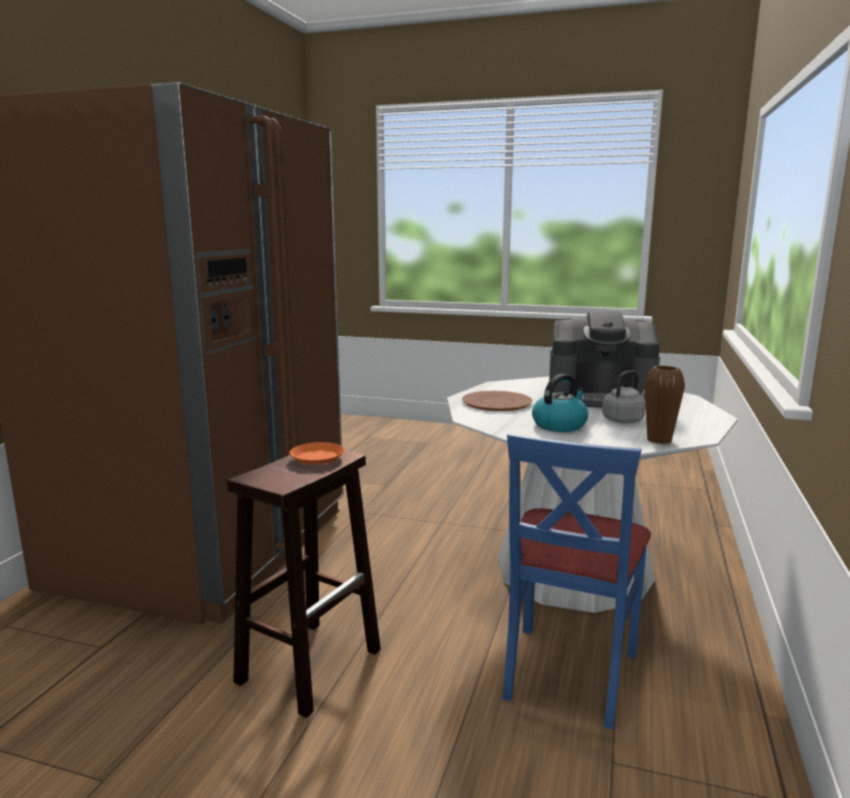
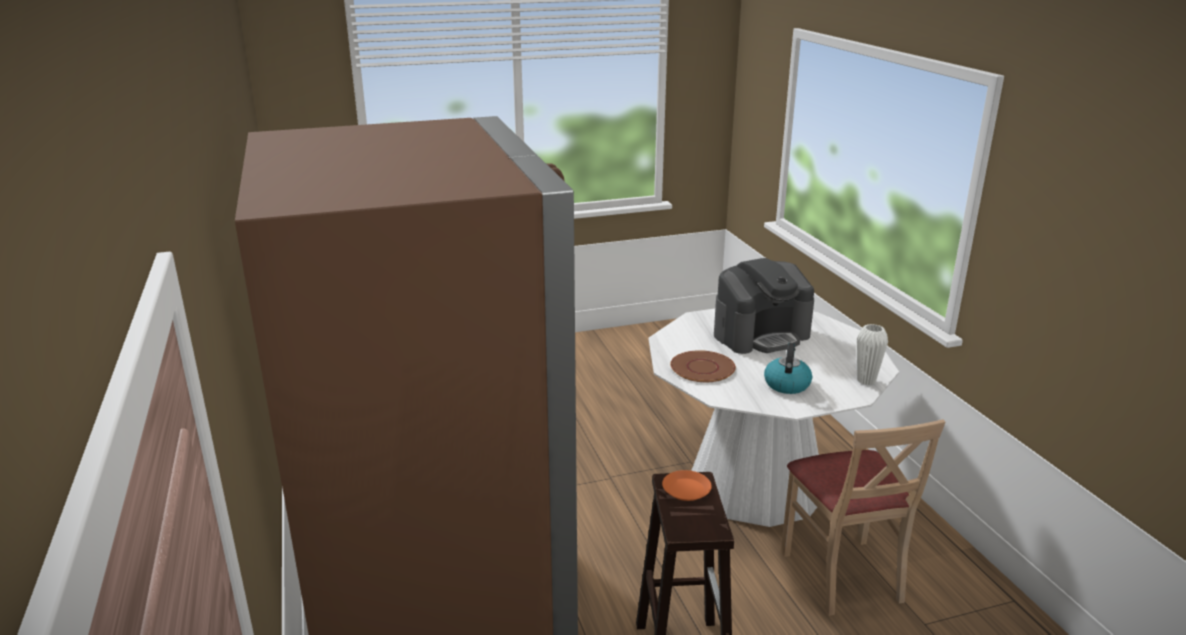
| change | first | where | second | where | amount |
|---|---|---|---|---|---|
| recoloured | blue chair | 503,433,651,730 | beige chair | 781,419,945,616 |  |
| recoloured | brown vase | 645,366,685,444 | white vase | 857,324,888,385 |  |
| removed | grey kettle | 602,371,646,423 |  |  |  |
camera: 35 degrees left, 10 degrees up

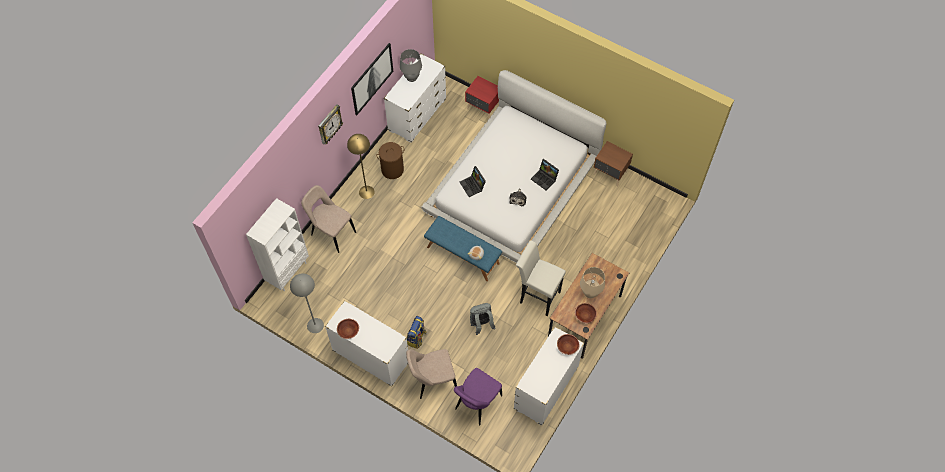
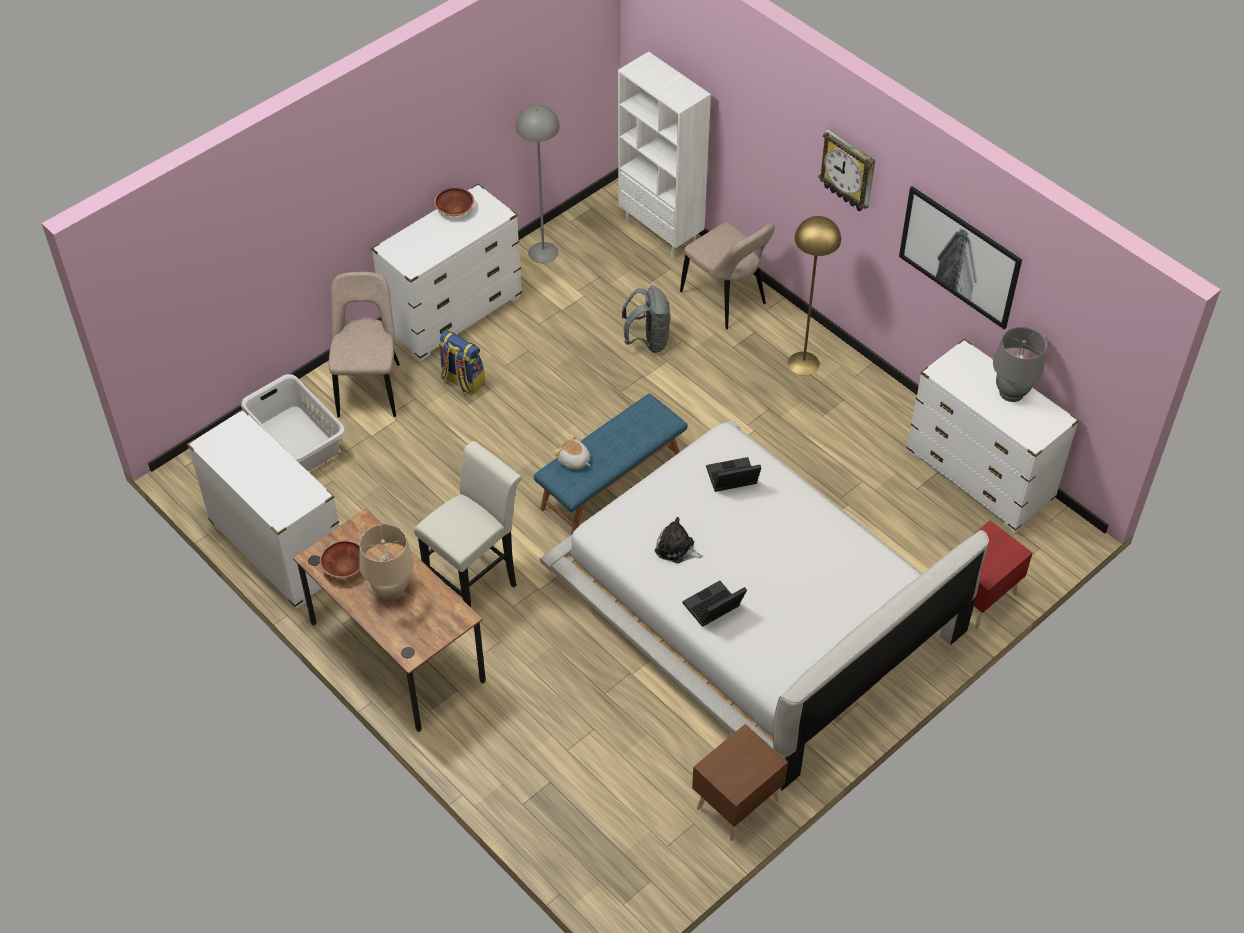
| change | first | where | second | where | amount |
|---|---|---|---|---|---|
| replaced | purple chair | 454,368,502,425 | grey laundry basket | 241,374,346,471 |  |
| moved | grey backpack | 470,303,496,335 |  | 622,286,671,353 |  |
| turned | beige chair | 301,185,356,253 |  | 680,222,775,329 | 90 degrees clockwise |
| removed | brown laundry basket | 376,142,404,179 |  |  |  |
| removed | brown bowl | 557,334,580,355 |  |  |  |
camera: 105 degrees right, 10 degrees down

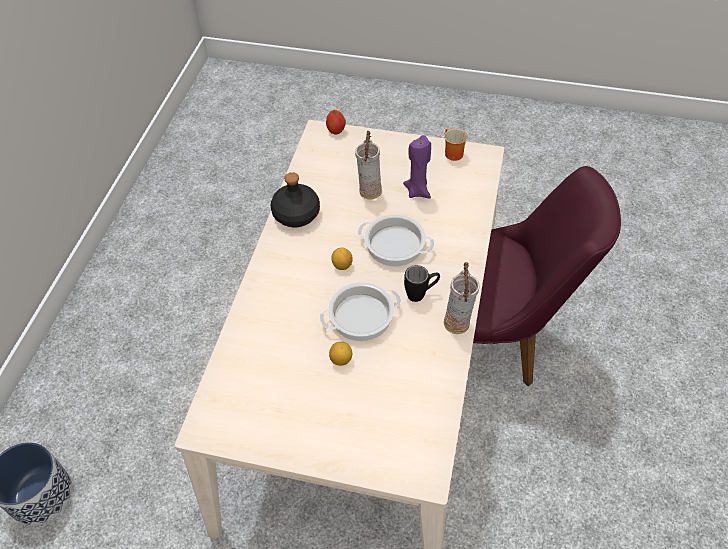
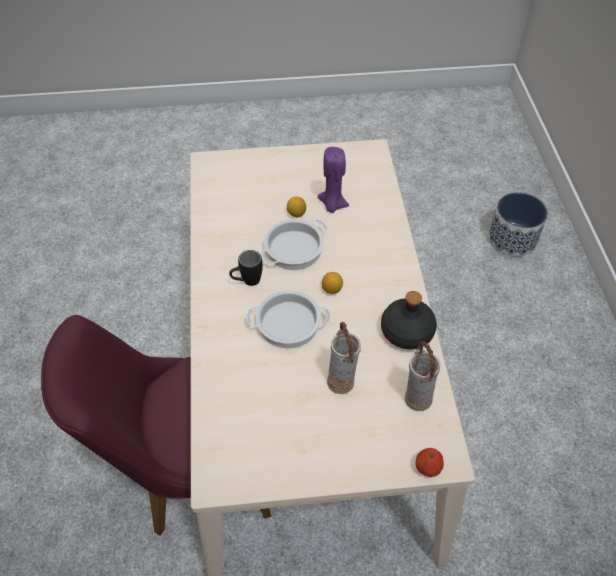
| change | first | where | second | where | amount |
|---|---|---|---|---|---|
| moved | purple candle | 403,135,431,198 |  | 318,147,349,213 |  |
| moved | vase | 444,262,480,334 |  | 405,342,440,411 |  |
| removed | mug | 444,128,468,161 |  |  |  |
camera: 160 degrees right, 0 degrees up

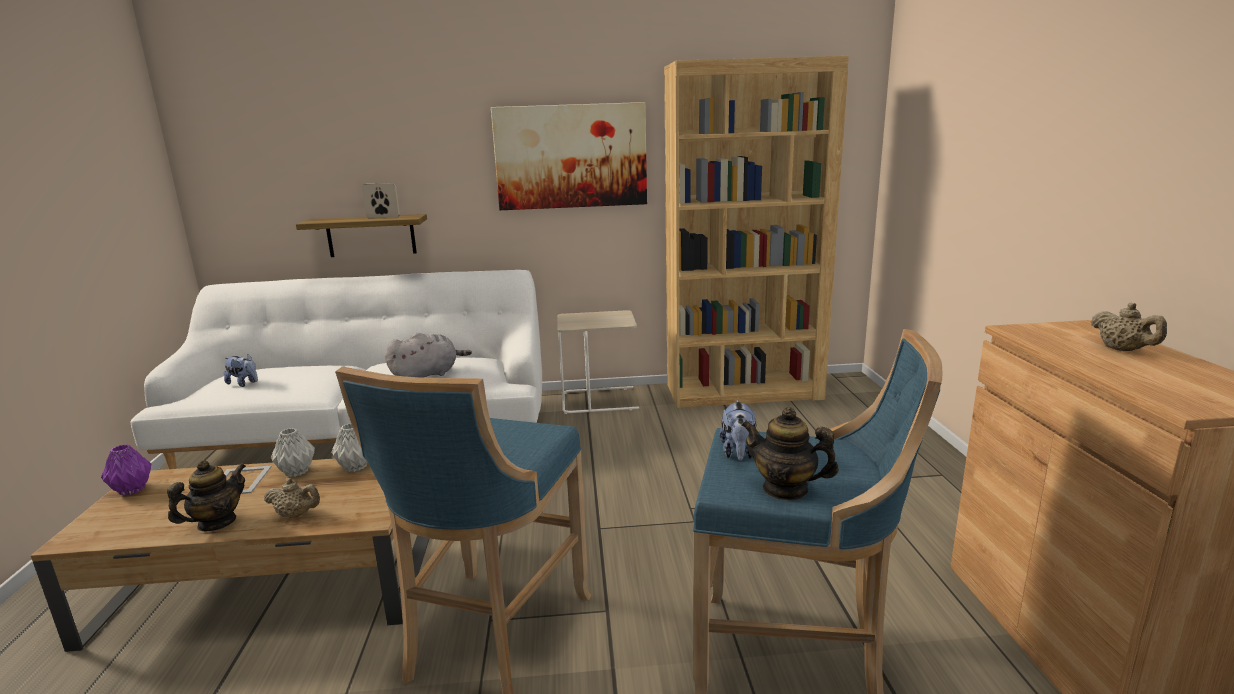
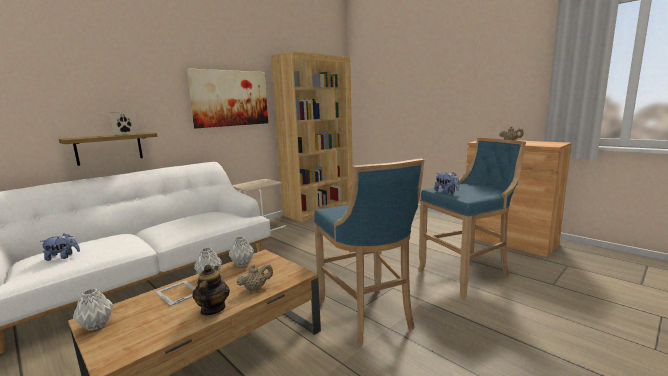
| change | first | where | second | where | amount |
|---|---|---|---|---|---|
| recoloured | purple vase | 101,444,151,495 | grey vase | 73,288,114,331 |  |
| removed | grey plush toy | 385,333,472,378 |  |  |  |
| removed | teapot | 741,407,839,501 |  |  |  |
camera: 40 degrees left, 5 degrees down

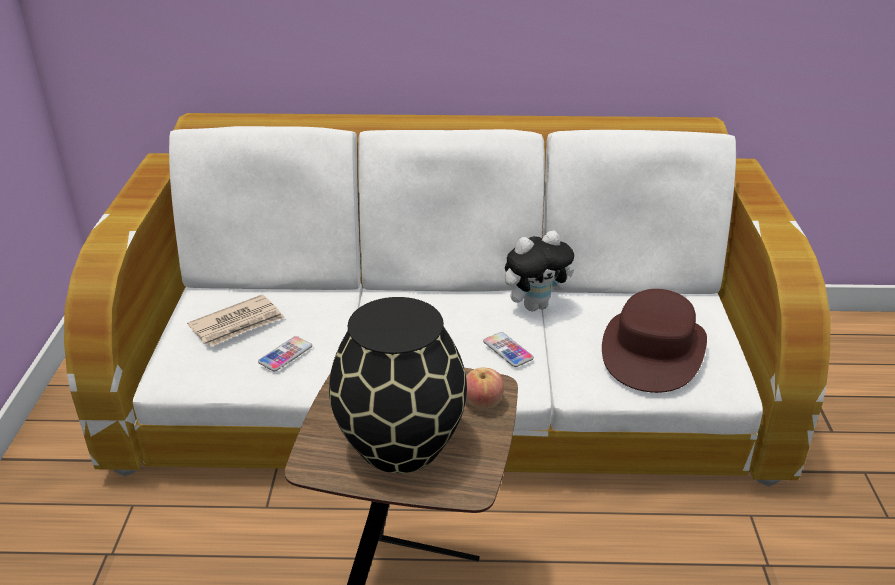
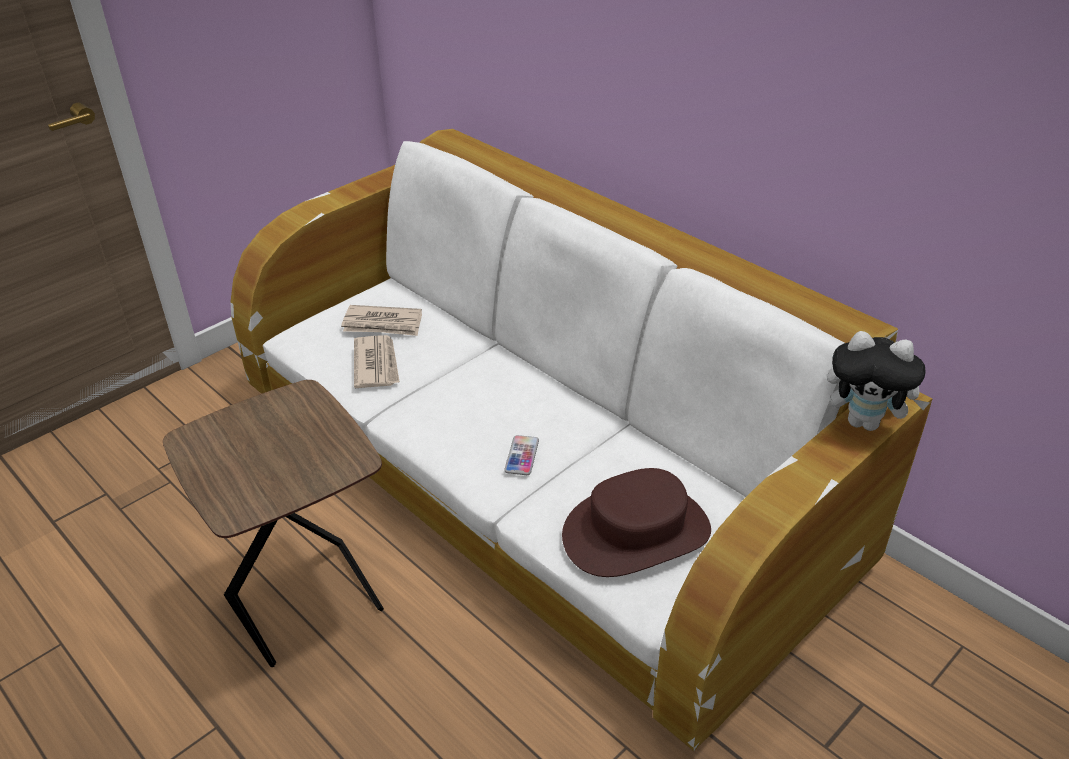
| change | first | where | second | where | amount |
|---|---|---|---|---|---|
| replaced | phone | 258,336,312,371 | newspaper | 354,335,400,388 |  |
| moved | plush toy | 505,231,575,311 |  | 827,331,930,431 |  |
| removed | black vase | 329,297,467,473 |  |  |  |
| removed | apple | 466,367,504,409 |  |  |  |
camera: 45 degrees right, 5 degrees up

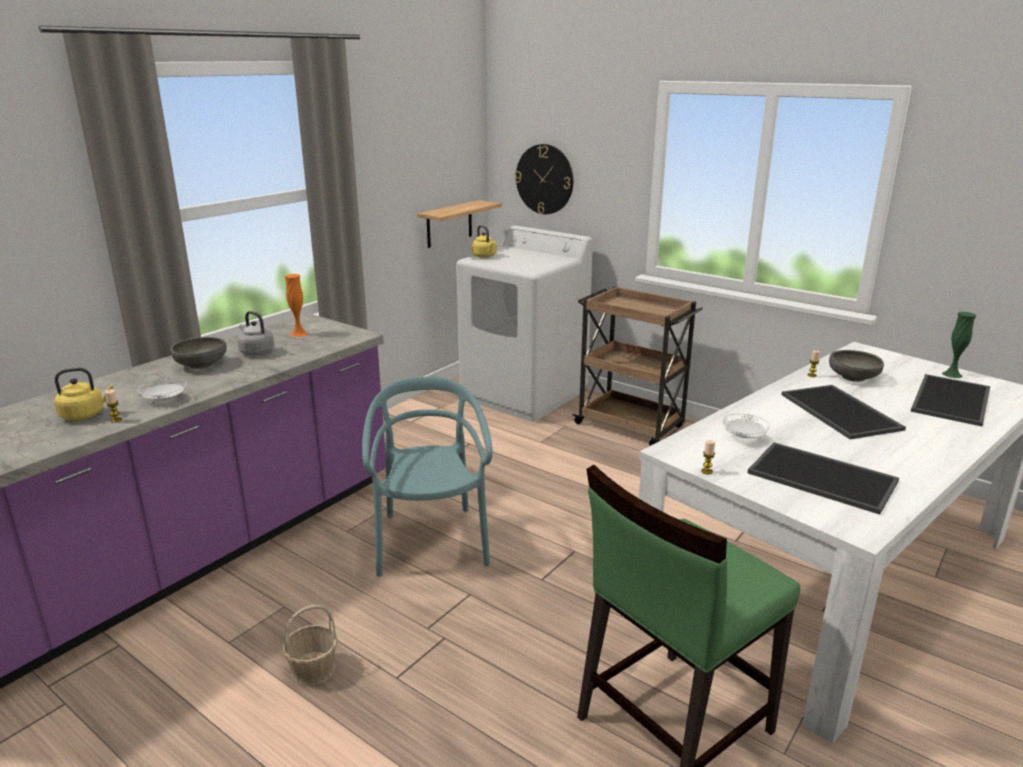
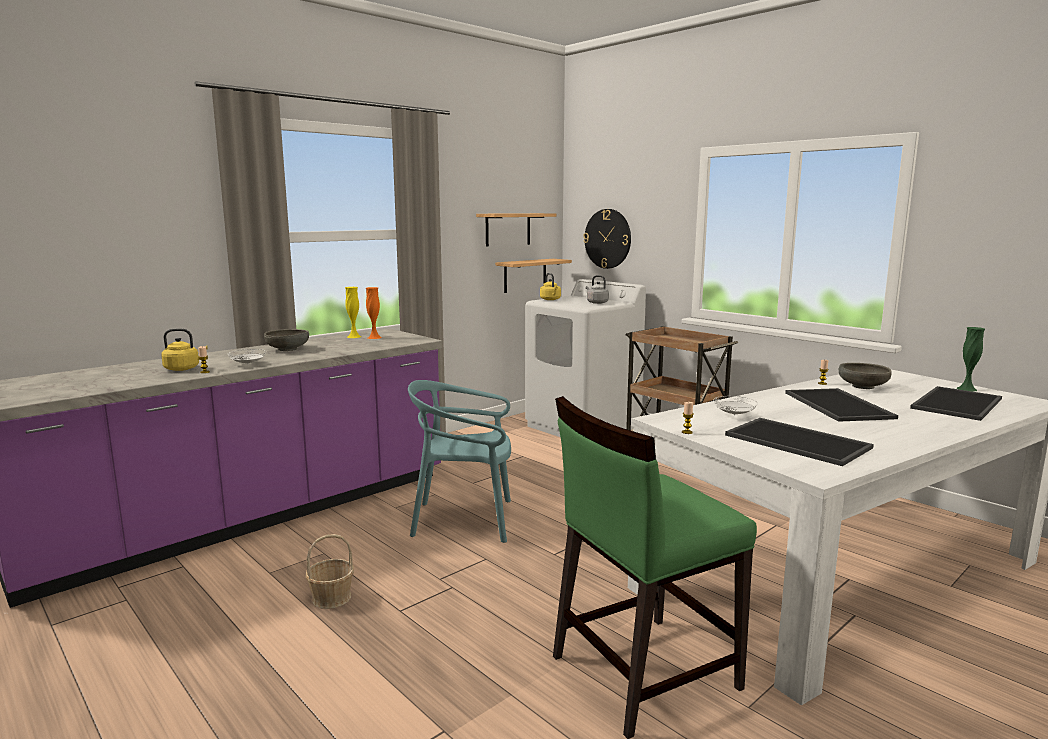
| change | first | where | second | where | amount |
|---|---|---|---|---|---|
| added |  |  | yellow vase | 345,287,361,338 |  |
| turned | turquoise chair | 362,376,493,577 |  | 408,380,511,543 | 90 degrees counterclockwise |
| added |  |  | shelf | 476,213,556,247 |  |
| moved | grey kettle | 237,311,274,356 |  | 586,275,609,304 |  |
camera: 10 degrees right, 10 degrees down

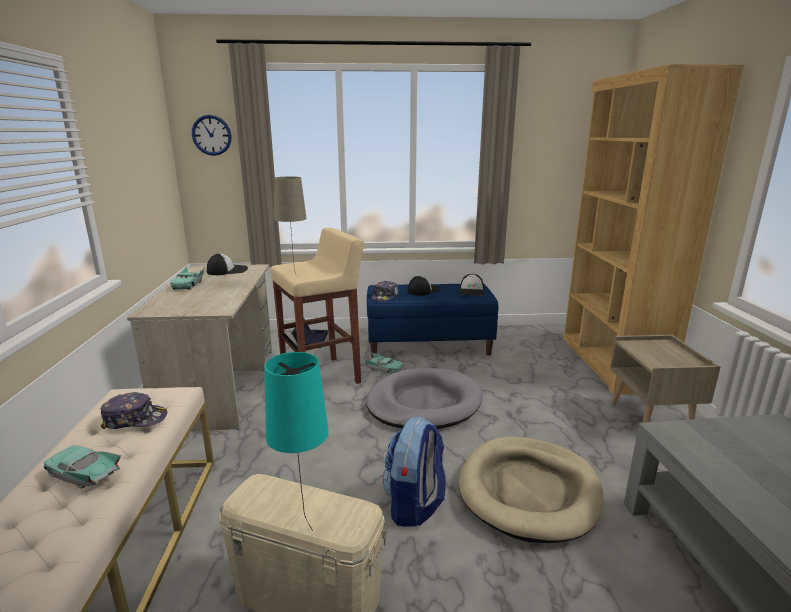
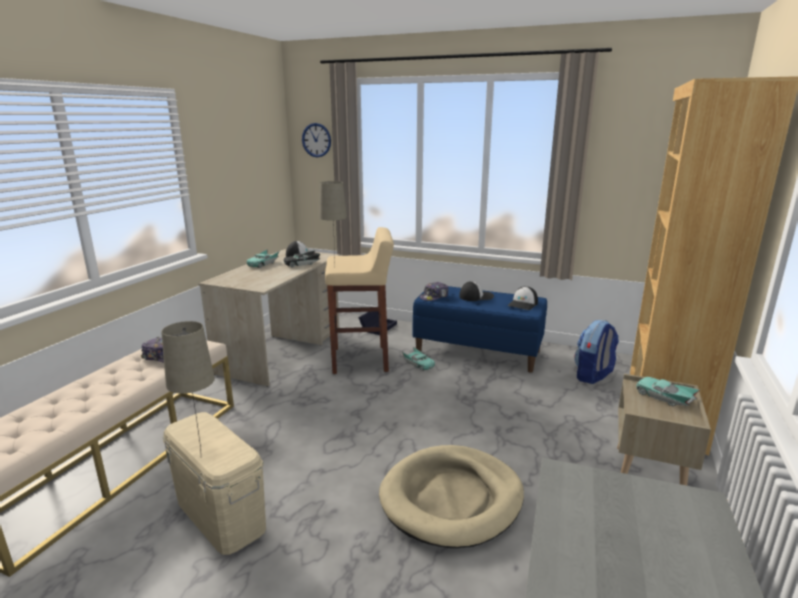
| change | first | where | second | where | amount |
|---|---|---|---|---|---|
| recoloured | turquoise table lamp | 265,352,329,531 | beige table lamp | 161,321,215,451 |  |
| added |  |  | black toy car | 284,250,320,268 |  |
| moved | backpack | 383,417,446,527 |  | 574,320,619,384 |  |
| moved | turquoise toy car | 44,445,121,488 |  | 636,377,700,406 |  |
| removed | grey dog bed | 366,368,483,429 |  |  |  |
camera: 25 degrees right, 0 degrees up

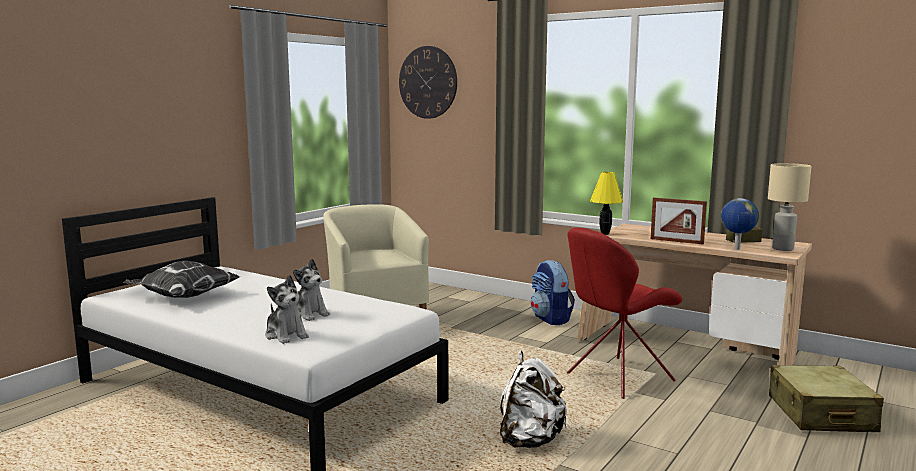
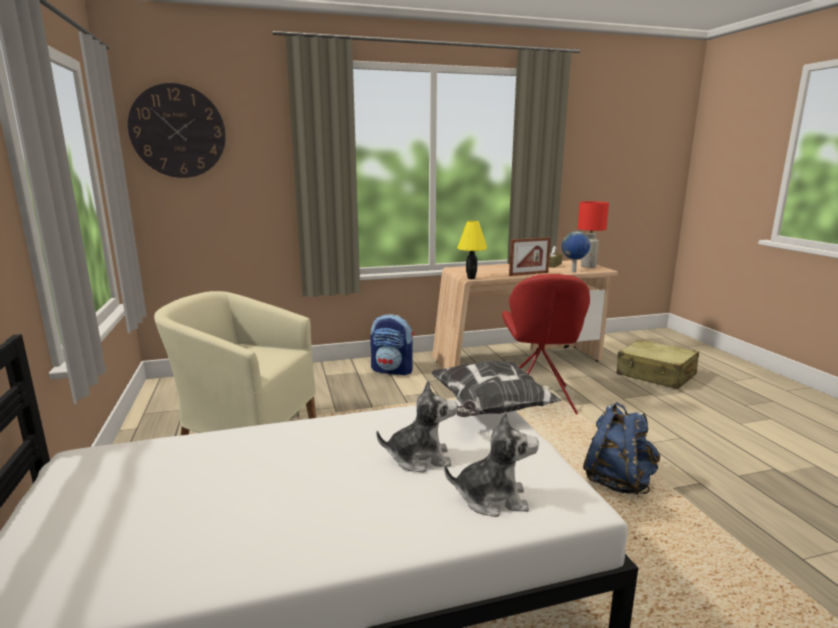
| change | first | where | second | where | amount |
|---|---|---|---|---|---|
| moved | pillow | 123,261,240,298 |  | 431,361,561,417 |  |
| recoloured | beige table lamp | 768,163,811,251 | red table lamp | 578,201,609,268 |  |
| recoloured | white backpack | 500,351,567,448 | blue backpack | 583,402,660,495 |  |
camera: 50 degrees left, 5 degrees up

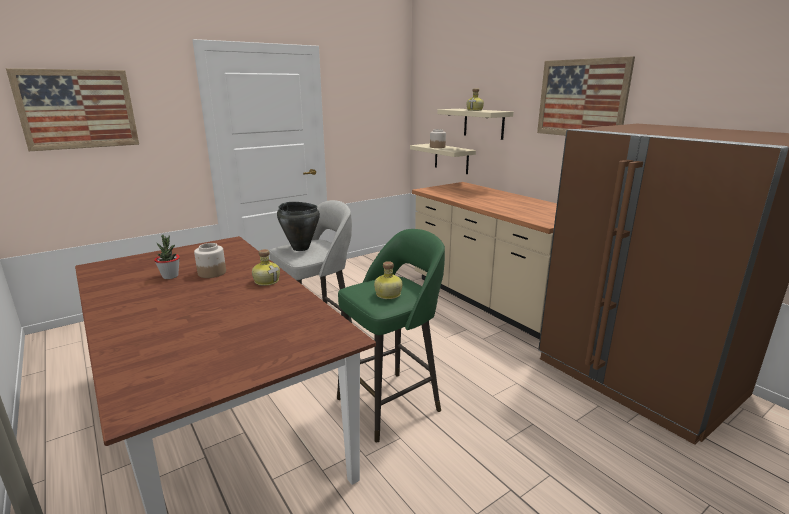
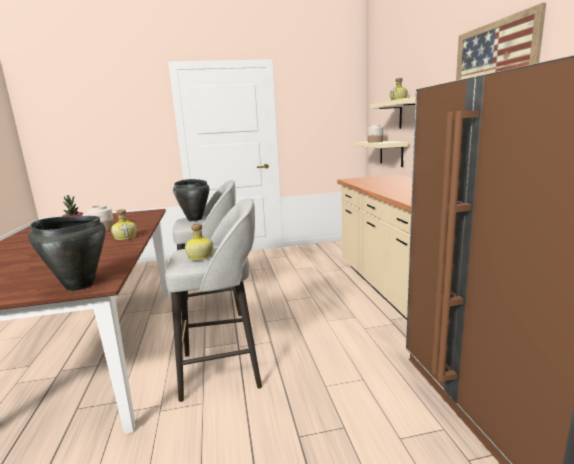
| change | first | where | second | where | amount |
|---|---|---|---|---|---|
| added |  |  | black cooking pot | 28,216,106,291 |  |
| recoloured | green stool | 337,229,445,443 | grey stool | 165,198,262,402 |  |
| removed | picture | 6,68,139,151 |  |  |  |
camera: 25 degrees right, 5 degrees down

